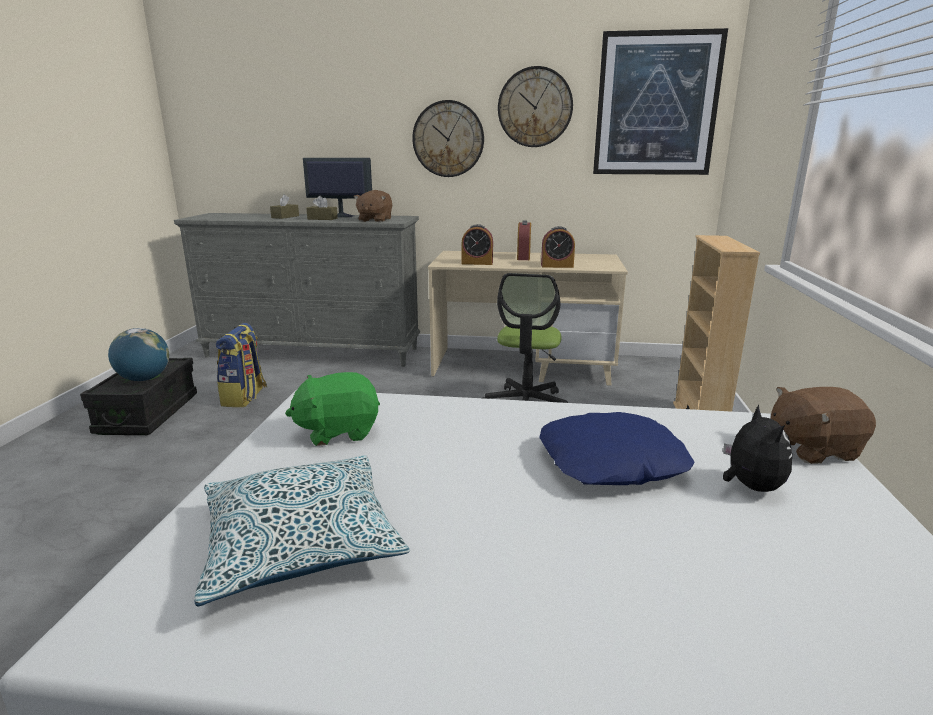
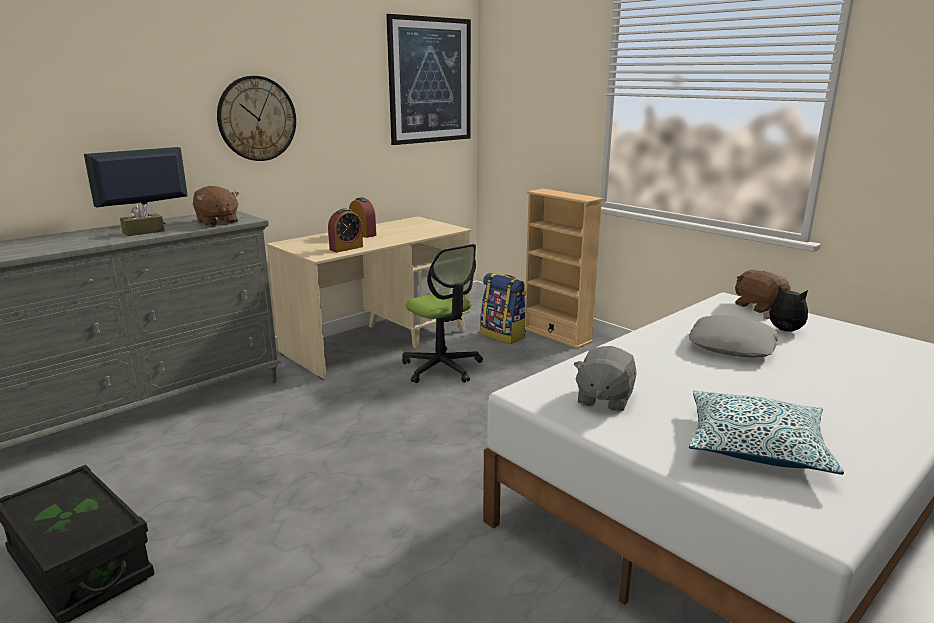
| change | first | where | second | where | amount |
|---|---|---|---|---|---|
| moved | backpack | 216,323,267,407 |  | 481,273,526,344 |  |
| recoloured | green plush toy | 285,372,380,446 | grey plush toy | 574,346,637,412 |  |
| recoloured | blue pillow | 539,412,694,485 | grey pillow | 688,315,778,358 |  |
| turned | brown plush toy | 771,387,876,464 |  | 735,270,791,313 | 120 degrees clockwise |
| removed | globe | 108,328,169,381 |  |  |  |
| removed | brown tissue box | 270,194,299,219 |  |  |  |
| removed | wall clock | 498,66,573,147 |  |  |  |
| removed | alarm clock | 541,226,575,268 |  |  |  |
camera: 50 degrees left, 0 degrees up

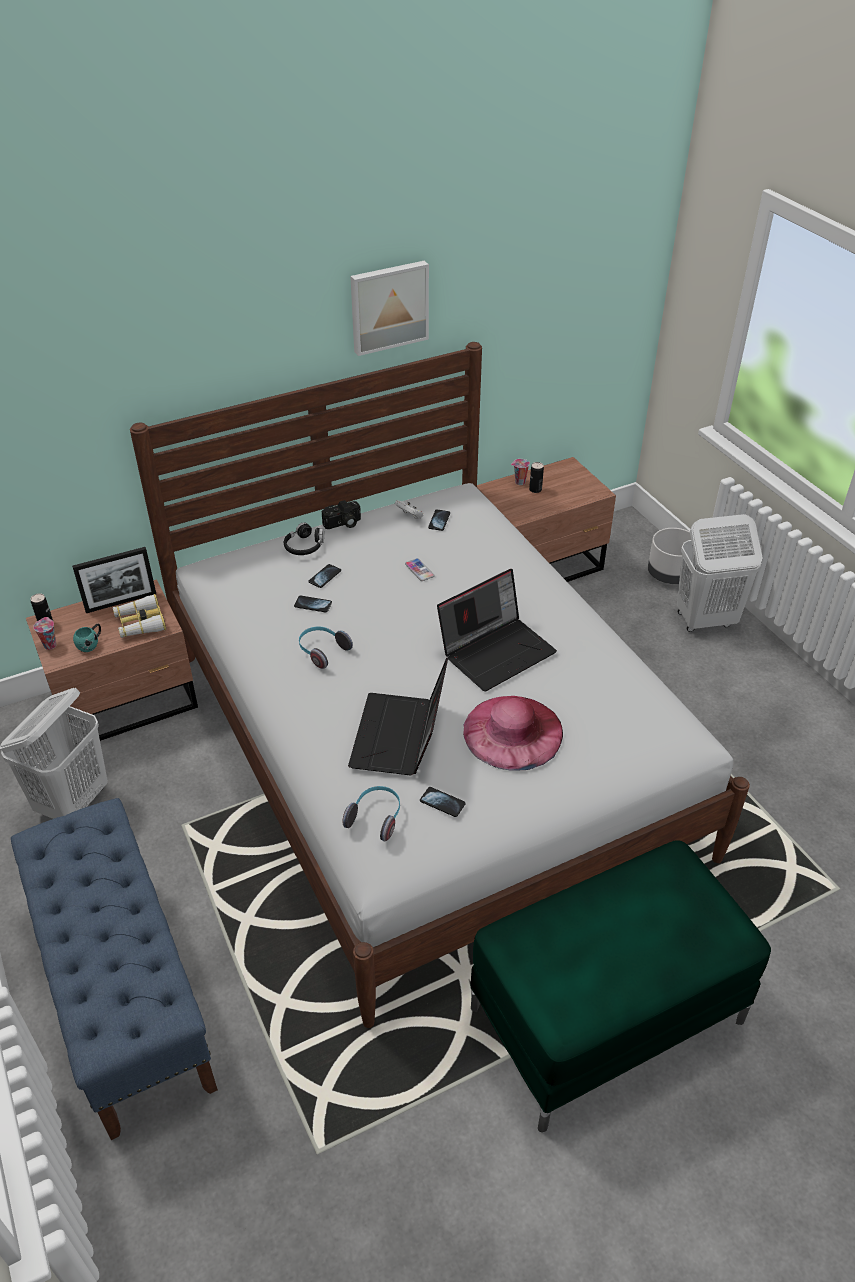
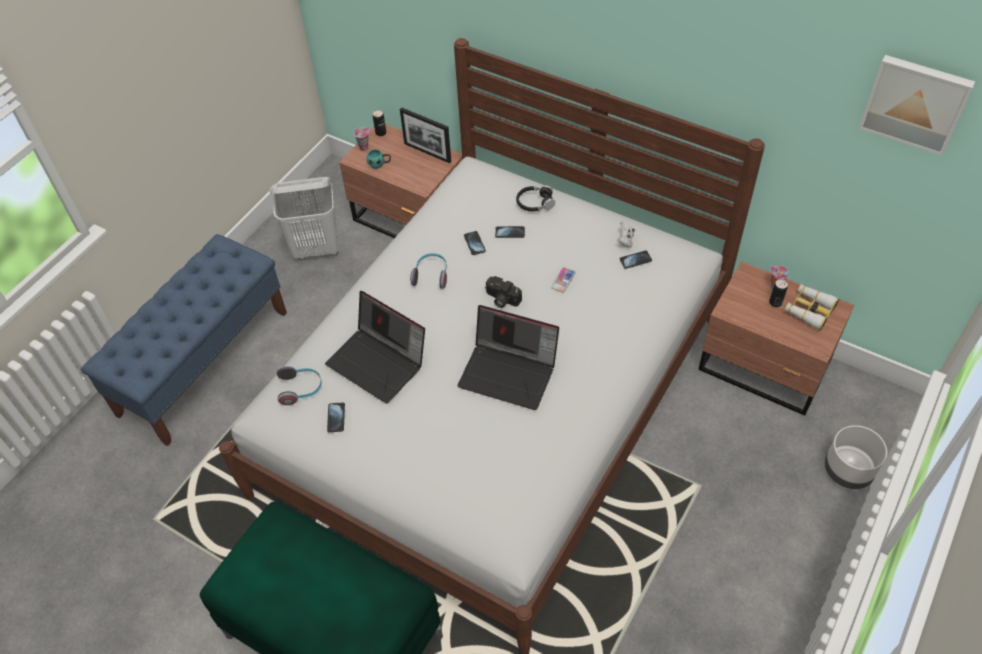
| change | first | where | second | where | amount |
|---|---|---|---|---|---|
| turned | laptop | 348,658,448,776 |  | 325,291,425,404 | 120 degrees counterclockwise |
| moved | photo camera | 322,500,361,529 |  | 485,276,522,308 |  |
| moved | binoculars | 113,594,166,638 |  | 785,284,839,331 |  |
| moved | picture | 350,261,429,356 |  | 858,55,975,156 |  |
| removed | pink hat | 463,696,563,771 |  |  |  |
| removed | white laundry basket | 677,514,763,632 |  |  |  |
camera: 60 degrees right, 10 degrees up

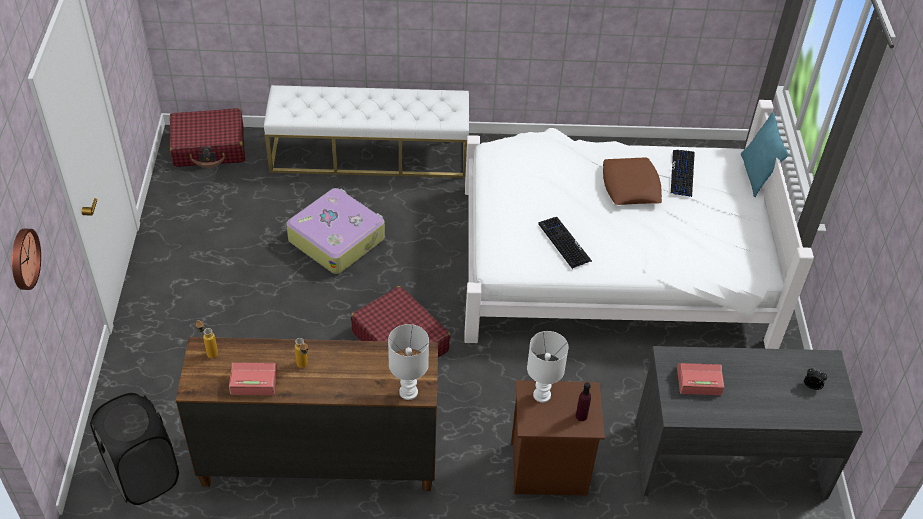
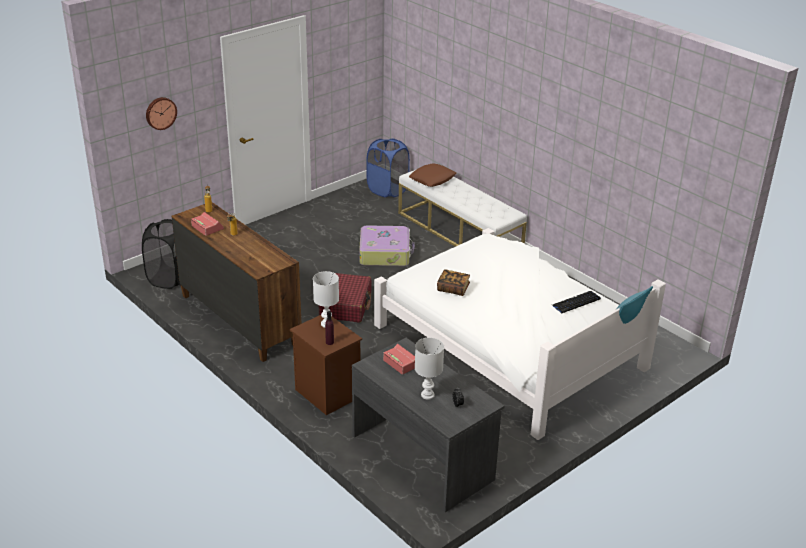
| change | first | where | second | where | amount |
|---|---|---|---|---|---|
| replaced | red suitcase | 170,108,245,168 | blue laundry basket | 366,139,410,197 |  |
| moved | brown pillow | 603,157,662,205 |  | 409,164,456,187 |  |
| moved | white table lamp | 388,324,429,400 |  | 415,338,444,400 |  |
| replaced | keyboard | 538,217,593,269 | book | 437,269,470,296 |  |
camera: 50 degrees right, 15 degrees down

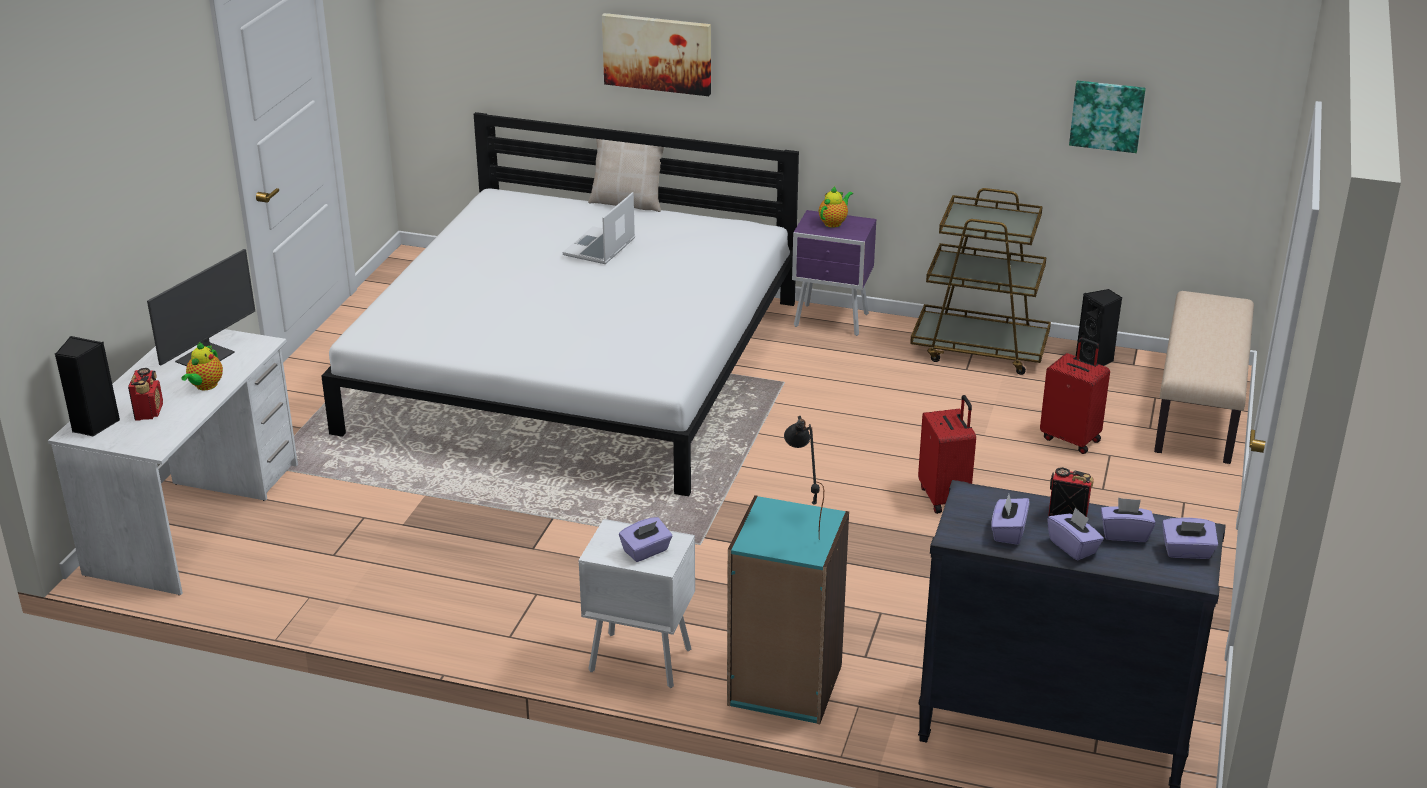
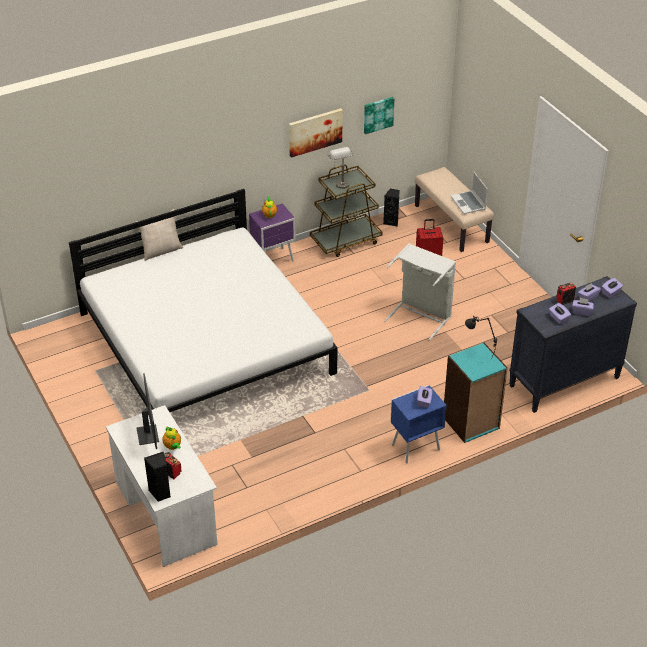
| change | first | where | second | where | amount |
|---|---|---|---|---|---|
| moved | picture | 602,13,711,96 |  | 289,108,343,158 |  |
| added |  |  | grey table lamp | 328,147,354,189 |  |
| replaced | red suitcase | 918,395,976,514 | grey laundry basket | 384,243,456,340 |  |
| recoloured | white nightstand | 579,519,695,688 | blue nightstand | 390,385,447,464 |  |
| moved | laptop | 563,192,635,264 |  | 451,171,488,214 |  |
camera: 45 degrees left, 10 degrees up

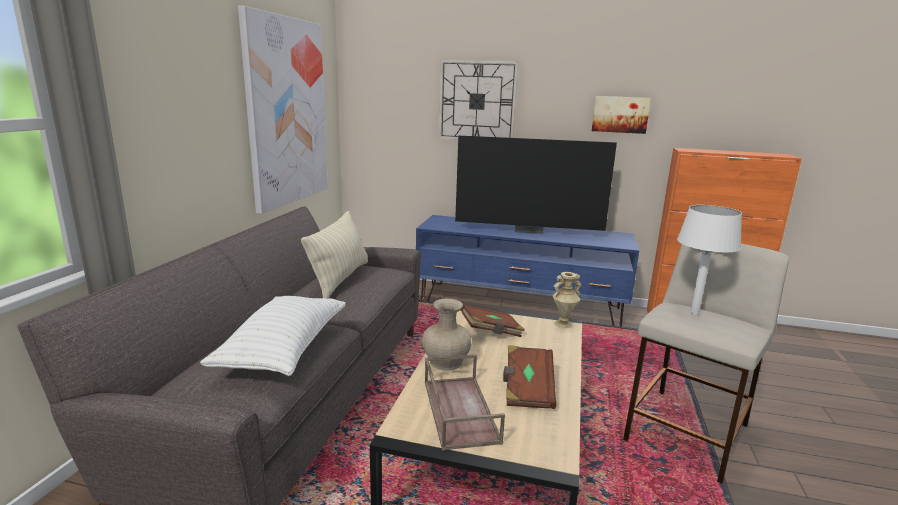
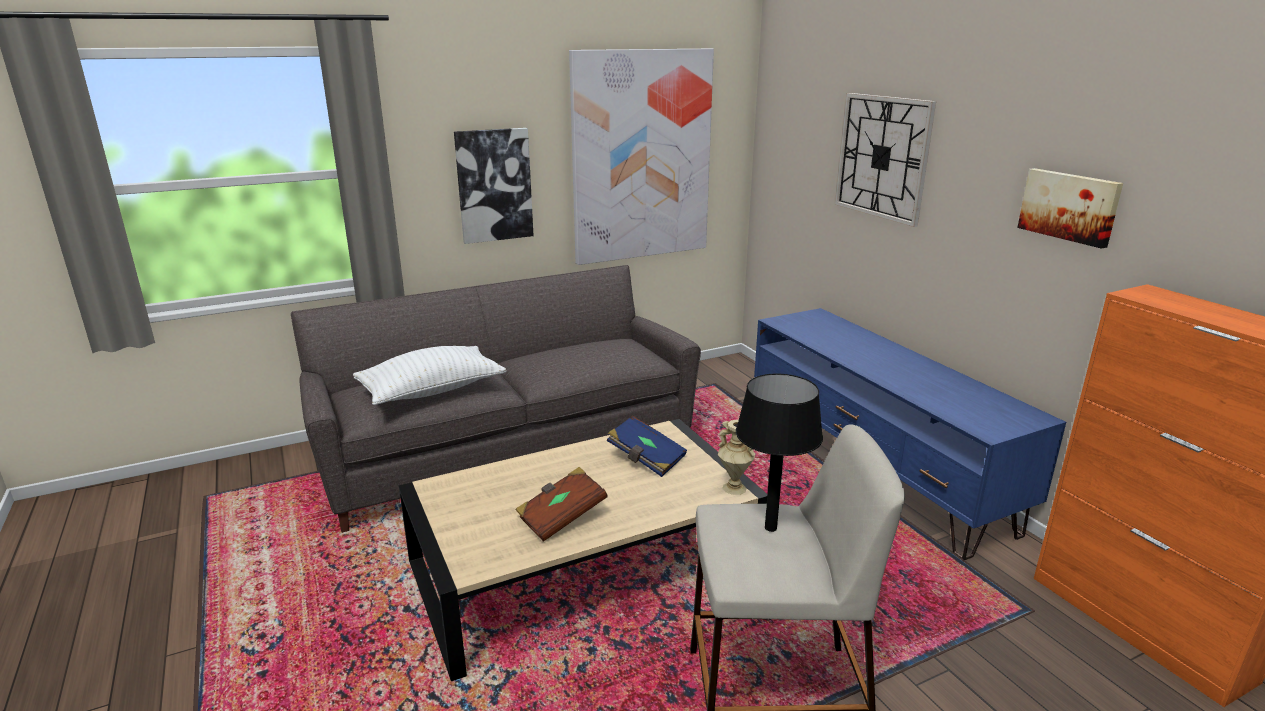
| change | first | where | second | where | amount |
|---|---|---|---|---|---|
| added |  |  | picture | 454,128,534,244 |  |
| recoloured | brown book | 460,304,525,337 | blue book | 607,416,687,477 |  |
| recoloured | white table lamp | 677,205,742,315 | black table lamp | 736,373,823,532 |  |
| removed | beige pillow | 301,211,368,298 |  |  |  |
| removed | beige vase | 422,299,471,370 |  |  |  |
| removed | brown tray | 425,354,505,451 |  |  |  |
| removed | television | 455,136,617,234 |  |  |  |
camera: 50 degrees right, 5 degrees up

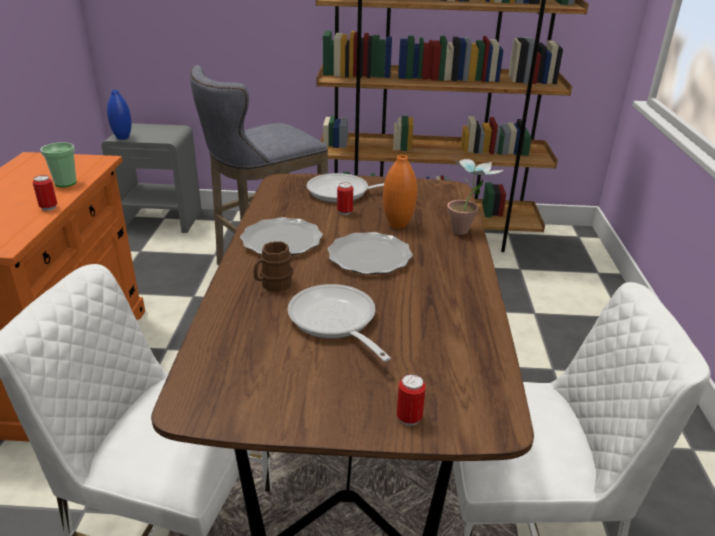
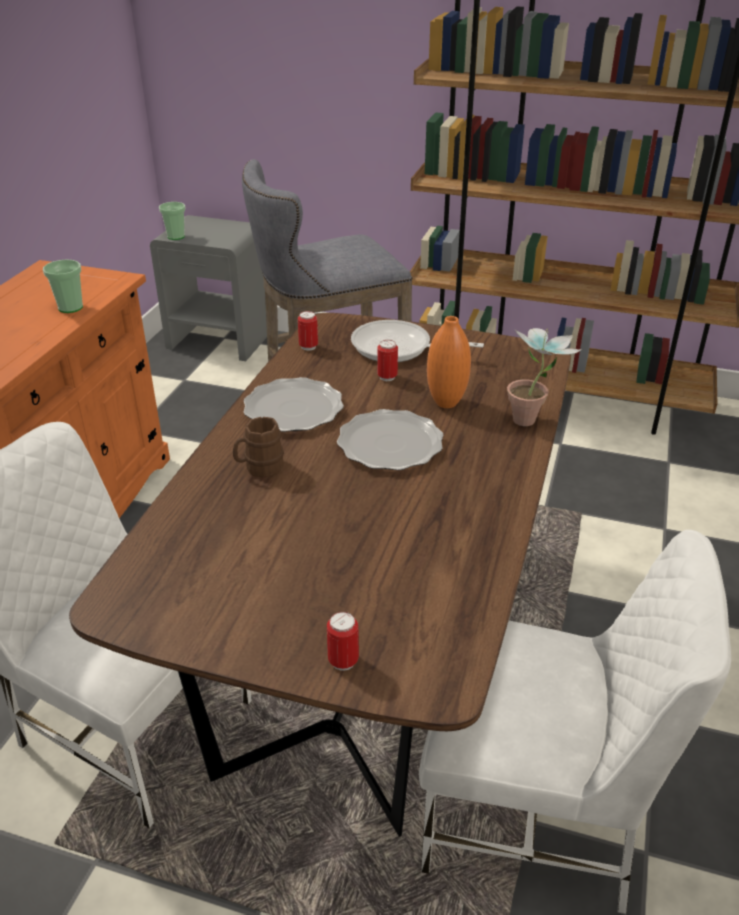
| change | first | where | second | where | amount |
|---|---|---|---|---|---|
| replaced | blue vase | 107,90,132,140 | cup | 159,202,186,240 |  |
| moved | can | 33,175,57,211 |  | 298,311,318,351 |  |
| removed | frying pan | 288,284,391,362 |  |  |  |
camera: 15 degrees right, 5 degrees up

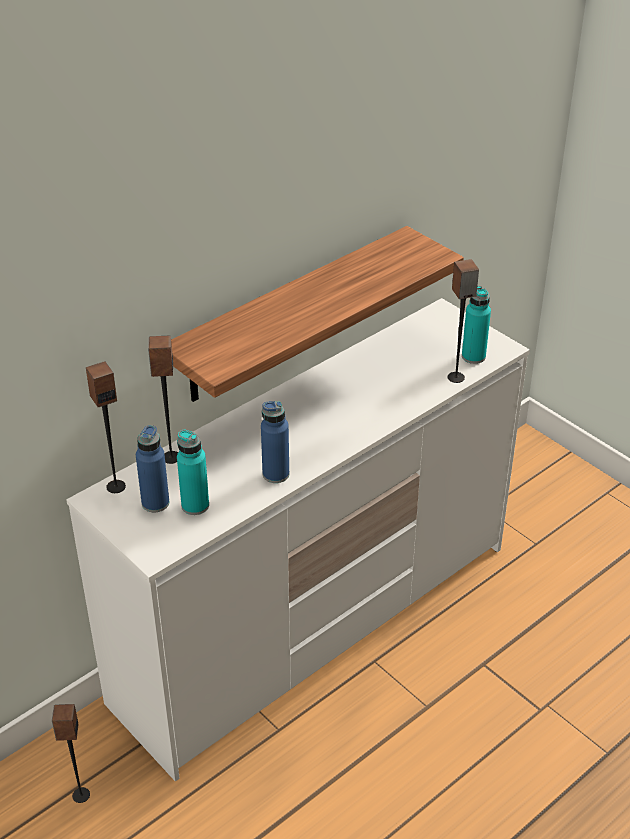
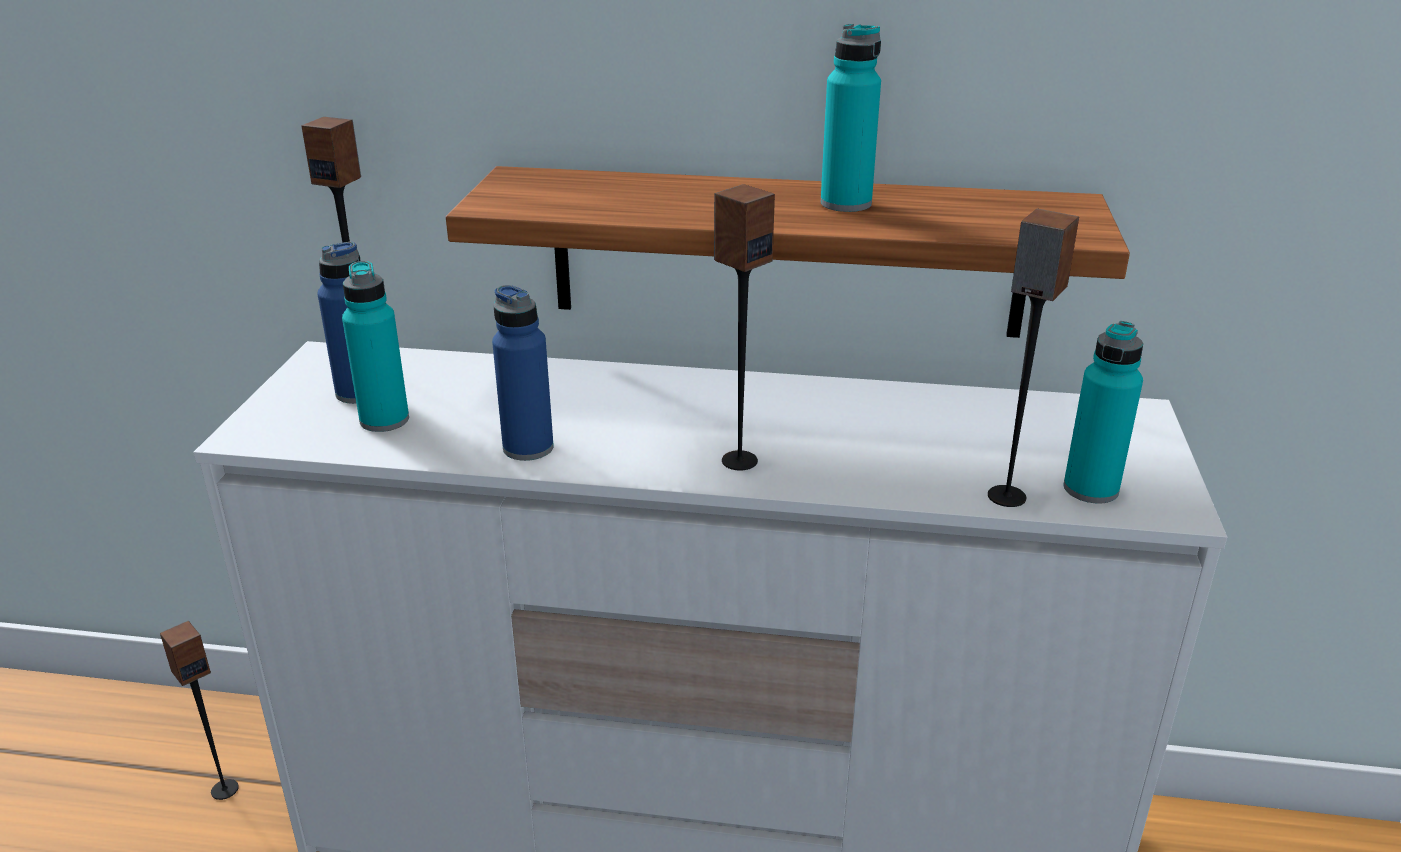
| change | first | where | second | where | amount |
|---|---|---|---|---|---|
| moved | speaker | 148,336,178,464 |  | 714,184,775,470 |  |
| added |  |  | turquoise bottle | 821,24,881,212 |  |
camera: 50 degrees right, 10 degrees down

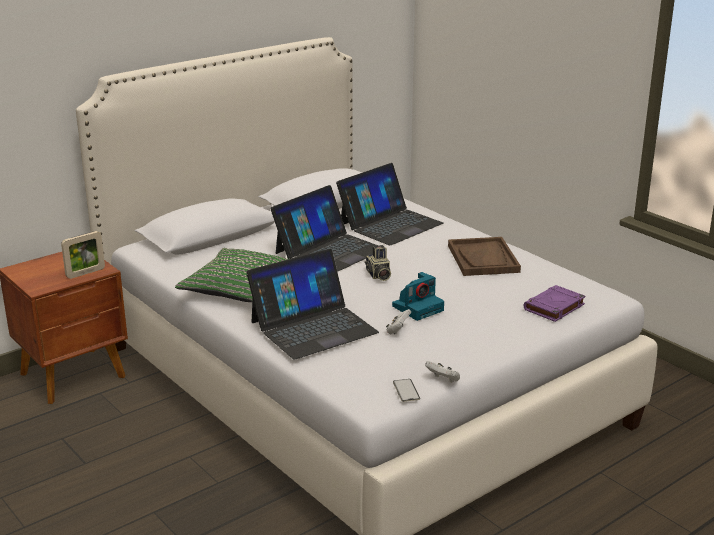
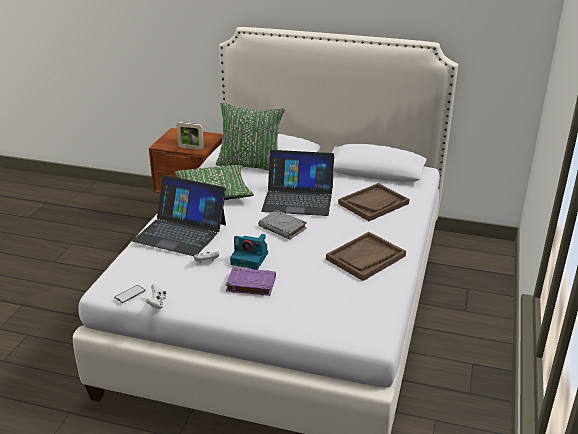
| change | first | where | second | where | amount |
|---|---|---|---|---|---|
| added |  |  | green pillow | 216,103,285,171 |  |
| moved | purple book | 524,285,586,322 |  | 226,268,276,296 |  |
| replaced | photo camera | 365,245,391,281 | grey book | 259,210,307,239 |  |
| replaced | laptop | 336,163,443,245 | brown tray | 338,183,409,221 |  |
camera: 55 degrees right, 5 degrees up

